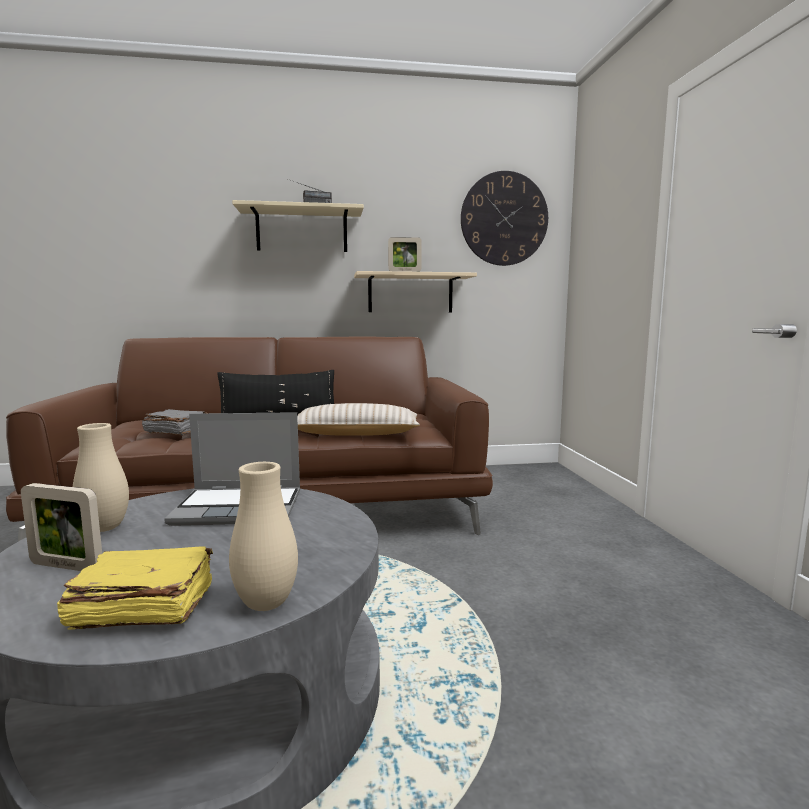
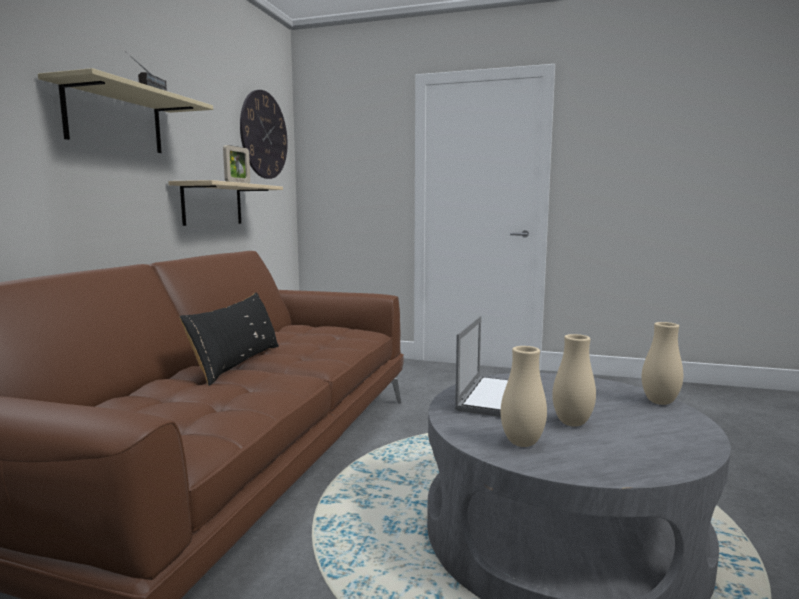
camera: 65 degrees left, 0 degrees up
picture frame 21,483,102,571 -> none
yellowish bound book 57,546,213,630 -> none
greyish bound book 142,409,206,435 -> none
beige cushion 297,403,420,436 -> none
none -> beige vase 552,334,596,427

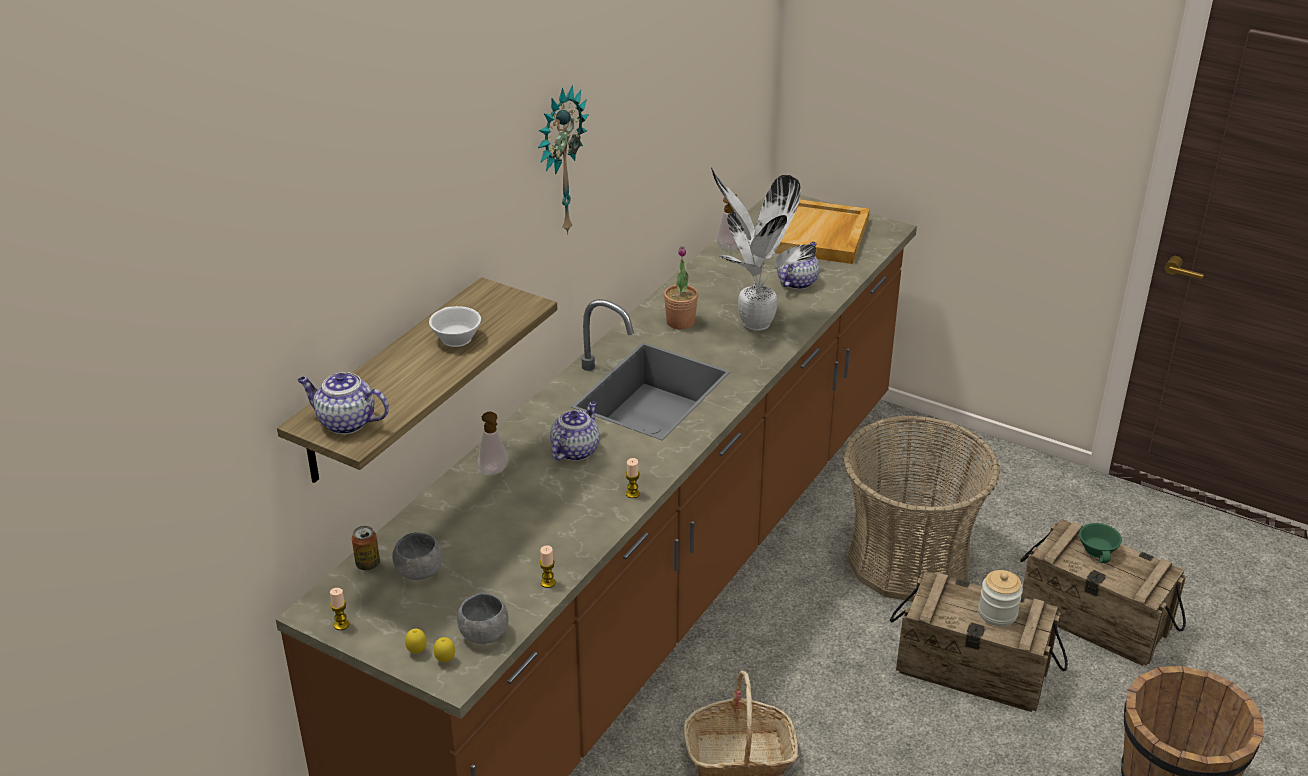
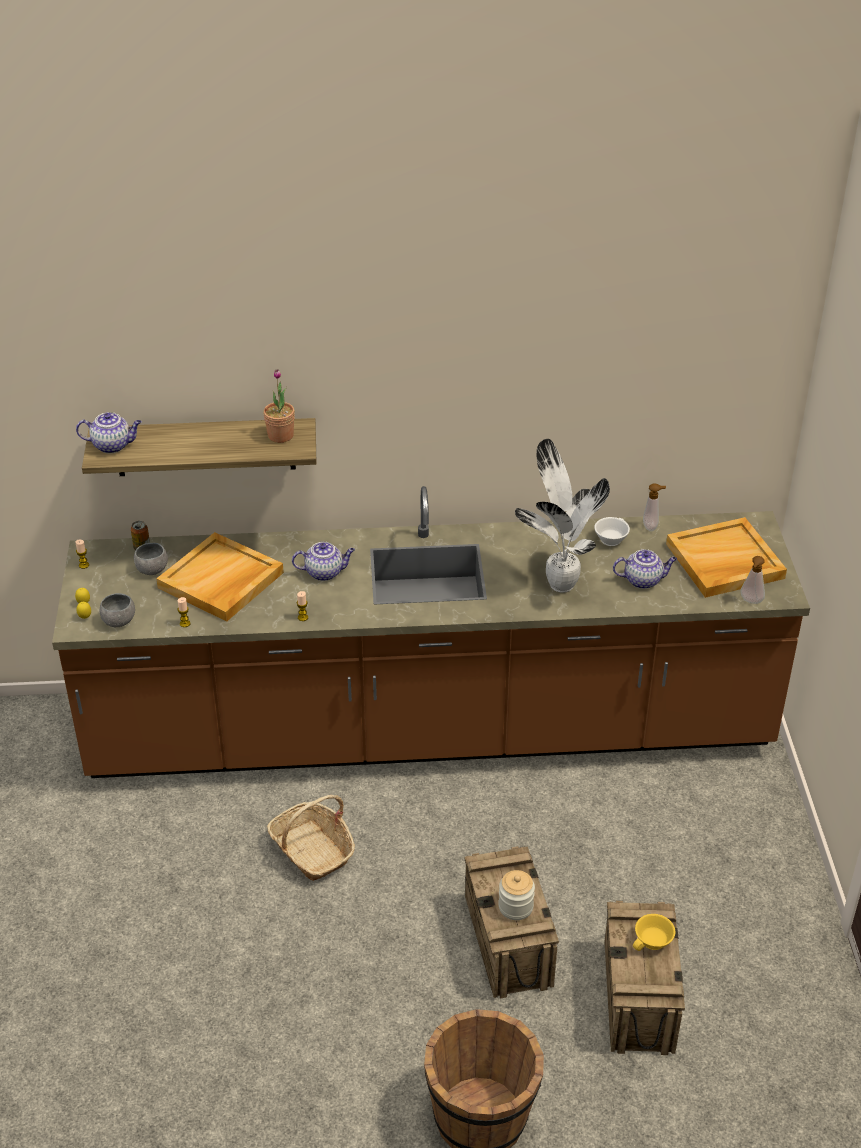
camera: 55 degrees right, 5 degrees up
tea pot 298,372,389,434 -> tea pot 76,412,142,453, 105 degrees clockwise
white-coloured small cup 429,306,481,347 -> white-coloured small cup 594,517,630,546, moved
soap dispenser 478,411,508,475 -> soap dispenser 740,556,765,604, moved
wall clock 538,85,589,235 -> none
plant in a pot 664,246,698,329 -> plant in a pot 263,369,295,443, moved
basket 843,415,1000,602 -> none
green small cup 1079,523,1122,563 -> yellowish small cup 633,914,675,951
none -> beige tray 156,532,284,622

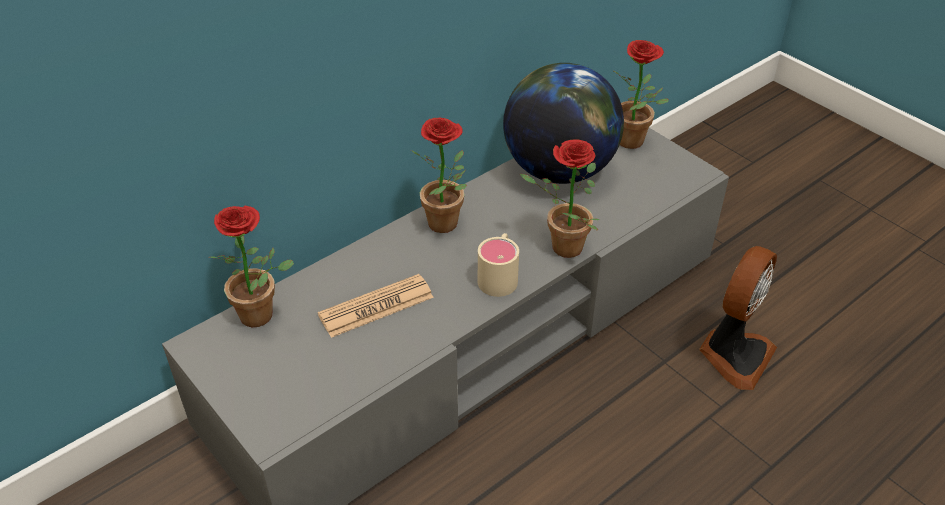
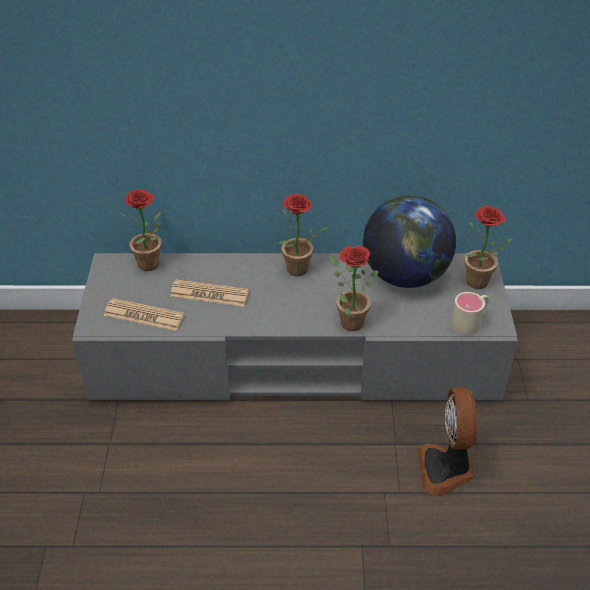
camera: 40 degrees right, 0 degrees up
beige mug 478,233,519,297 -> beige mug 451,292,489,335, moved
fan 699,246,777,390 -> fan 417,387,477,496, 105 degrees clockwise
none -> daily paper 104,298,184,331

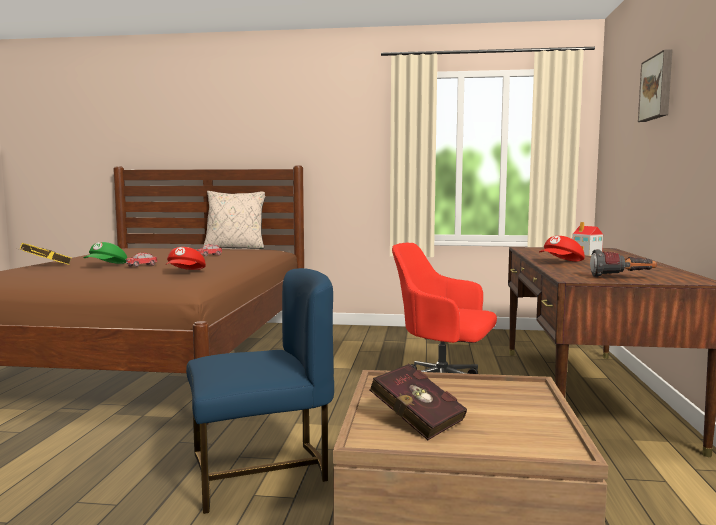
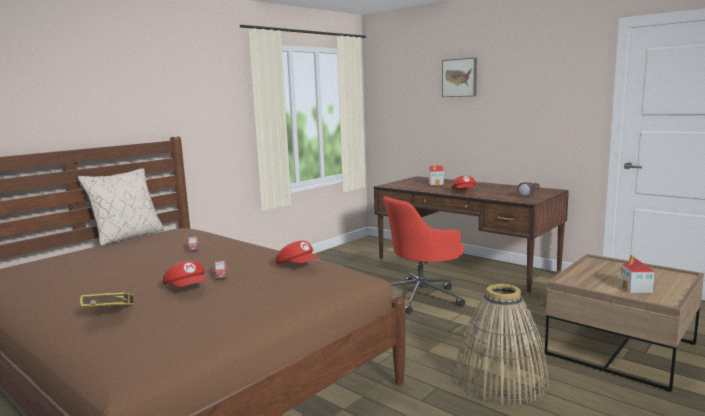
camera: 55 degrees left, 5 degrees up
green peaked cap 83,242,127,264 -> red-coloured peaked cap 163,261,207,287
blue plain chair 186,268,334,514 -> basket 455,284,549,405
red-coloured bound book 370,364,467,440 -> miniature house 620,255,655,293

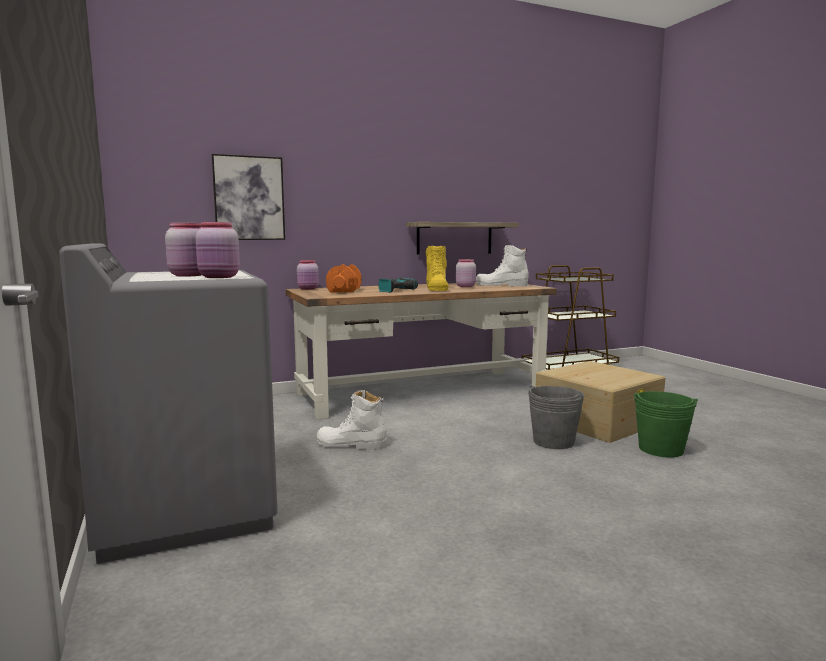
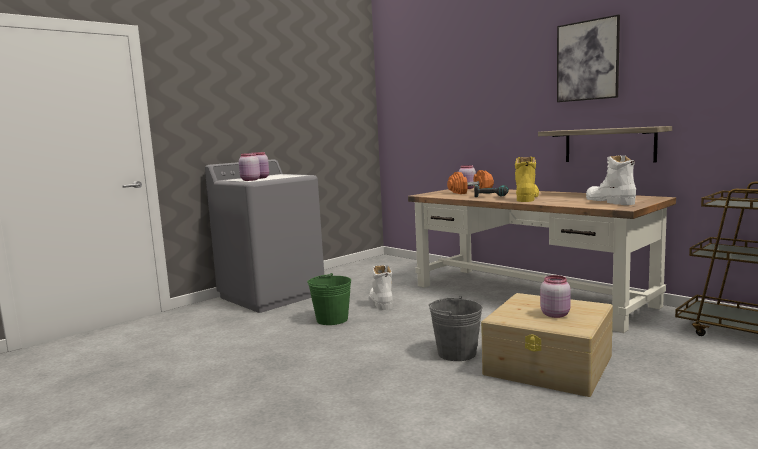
camera: 70 degrees right, 0 degrees up
wall picture 212,154,285,240 -> wall picture 557,14,620,102, moved
yellowish boot 425,246,449,291 -> yellowish boot 515,157,539,202, 135 degrees clockwise
pink-coloured jar 456,259,476,287 -> pink-coloured jar 540,275,571,318, moved
green bucket 634,391,698,458 -> green bucket 307,273,351,325, moved

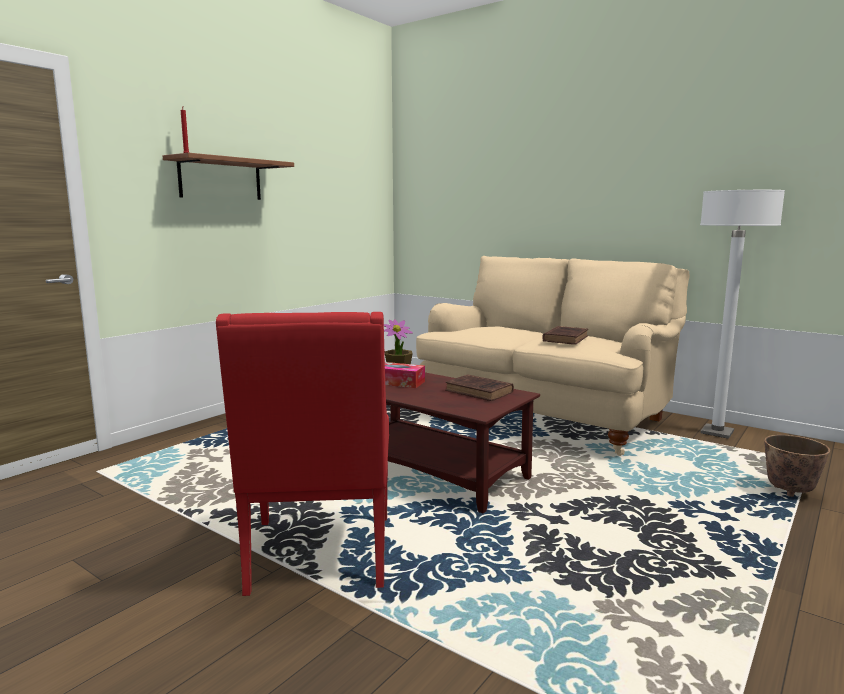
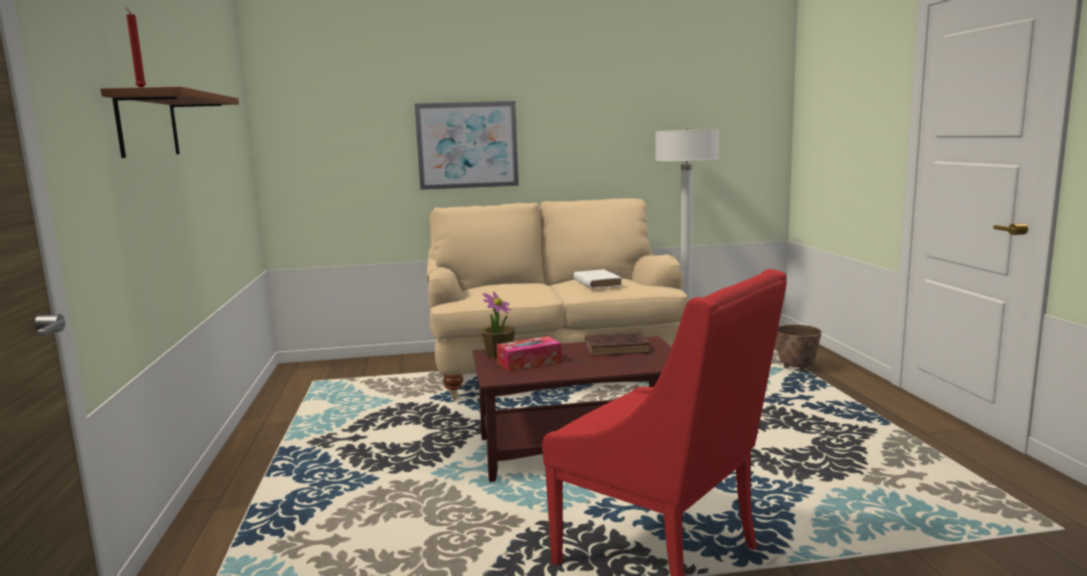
camera: 45 degrees left, 0 degrees up
brownish bound book 542,326,588,345 -> white-coloured bound book 574,269,622,289
none -> wall picture 415,101,519,190

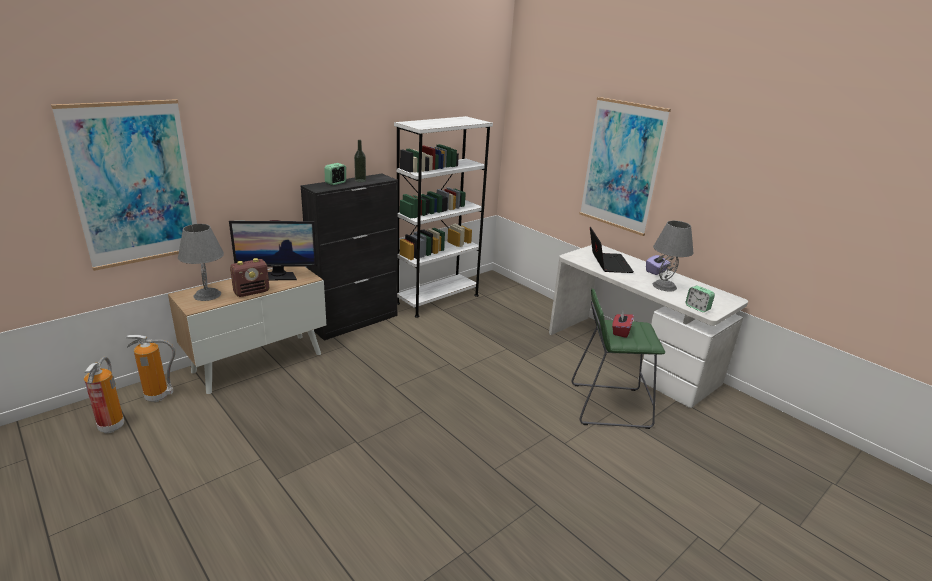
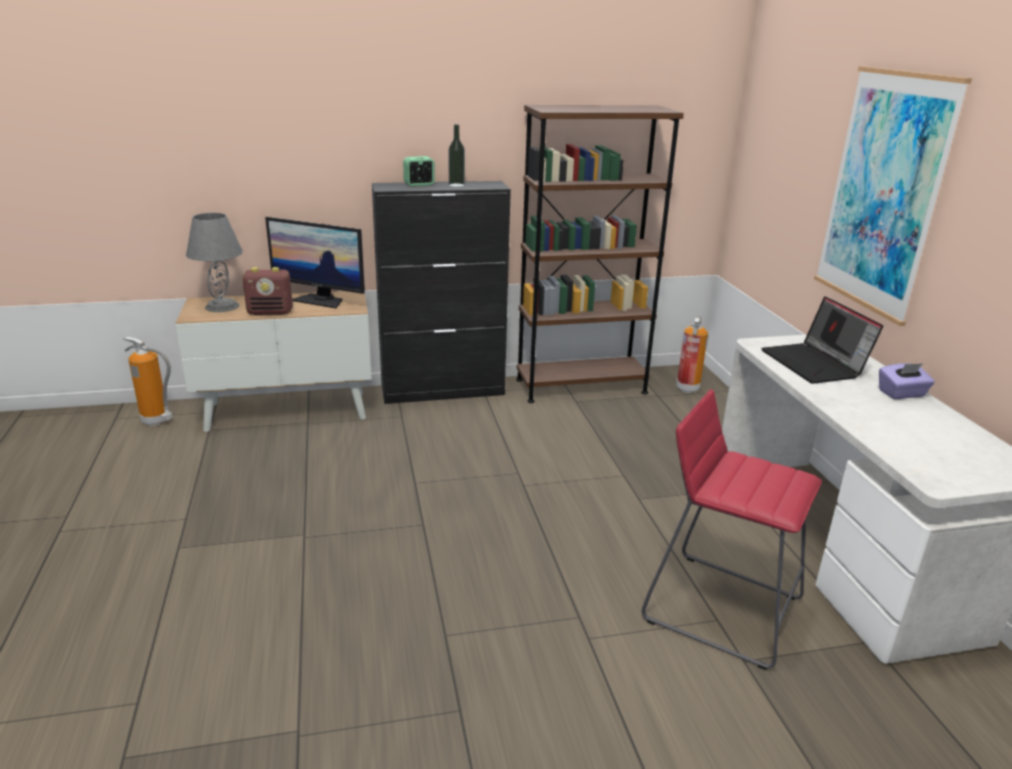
camera: 30 degrees right, 0 degrees up
wall picture 51,99,197,271 -> none
fire extinguisher 84,357,124,433 -> fire extinguisher 676,316,709,393, moved
white-coloured shelving unit 394,116,493,318 -> brownish shelving unit 516,105,684,403
green sitting stool 571,289,665,429 -> red-coloured sitting stool 642,389,822,670
laptop 590,227,634,273 -> laptop 761,296,883,384, 135 degrees clockwise
red-coloured tissue holder 612,311,634,338 -> none
greyish lamp for a table 653,221,694,291 -> none
bedside clock 685,286,715,312 -> none

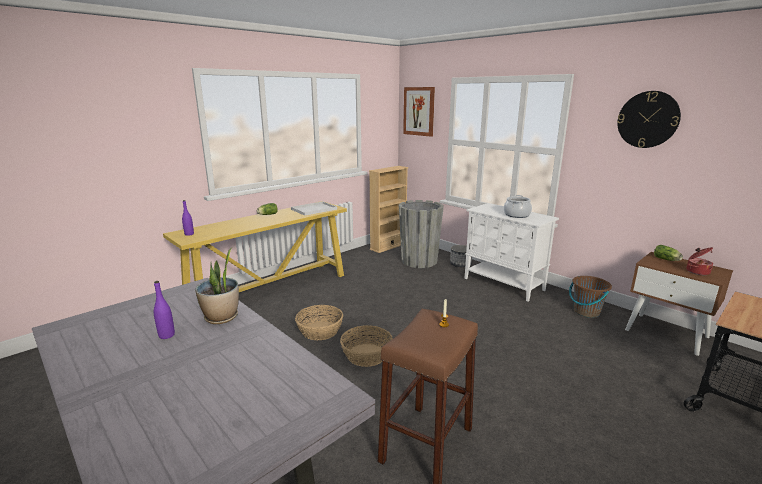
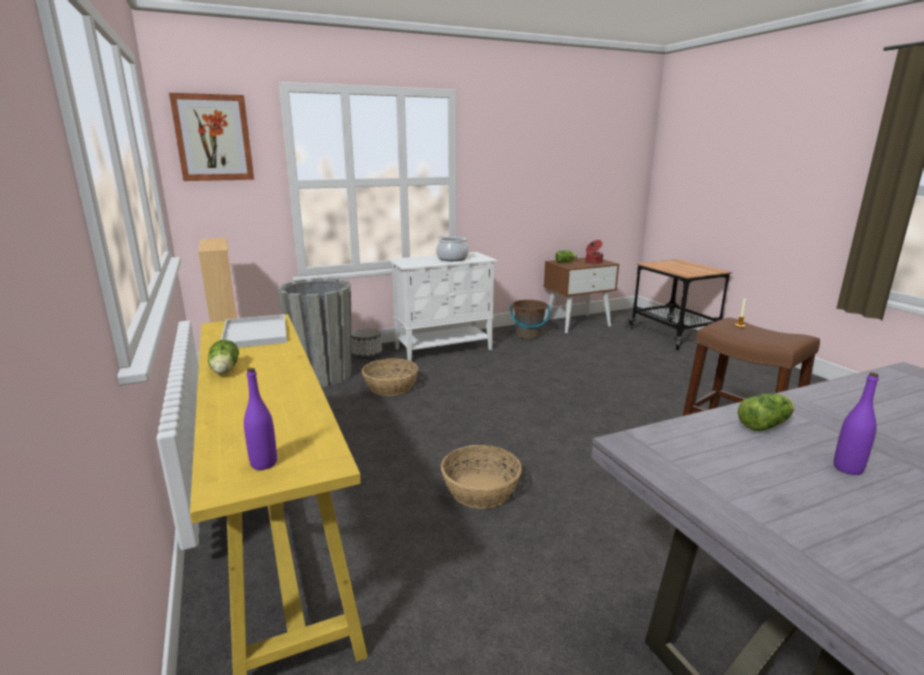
camera: 70 degrees left, 0 degrees up
plant in a pot 195,248,239,324 -> lettuce 738,393,795,431
basket 340,325,393,367 -> basket 362,358,418,396, moved
wall clock 617,91,681,148 -> none

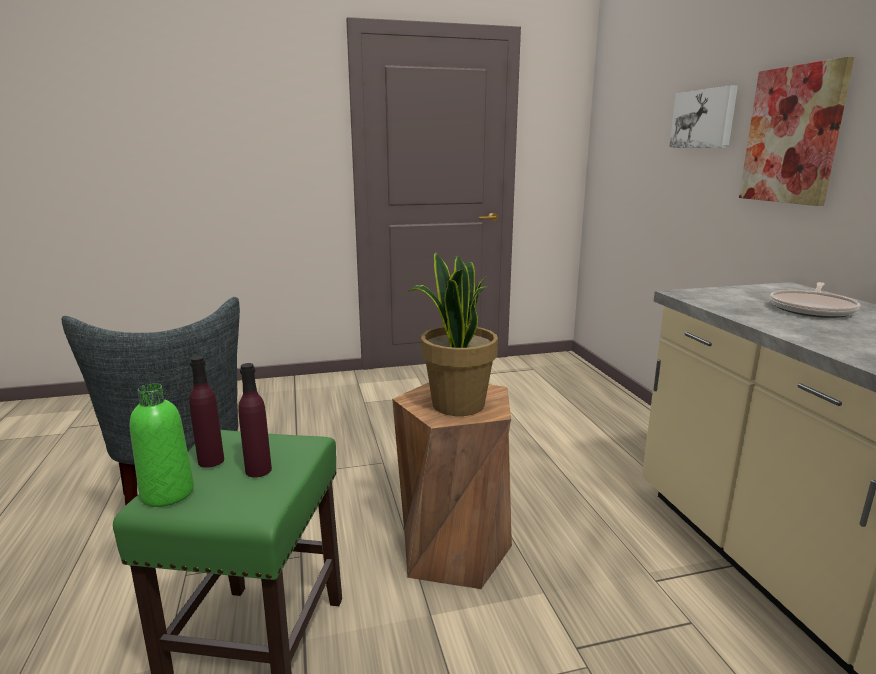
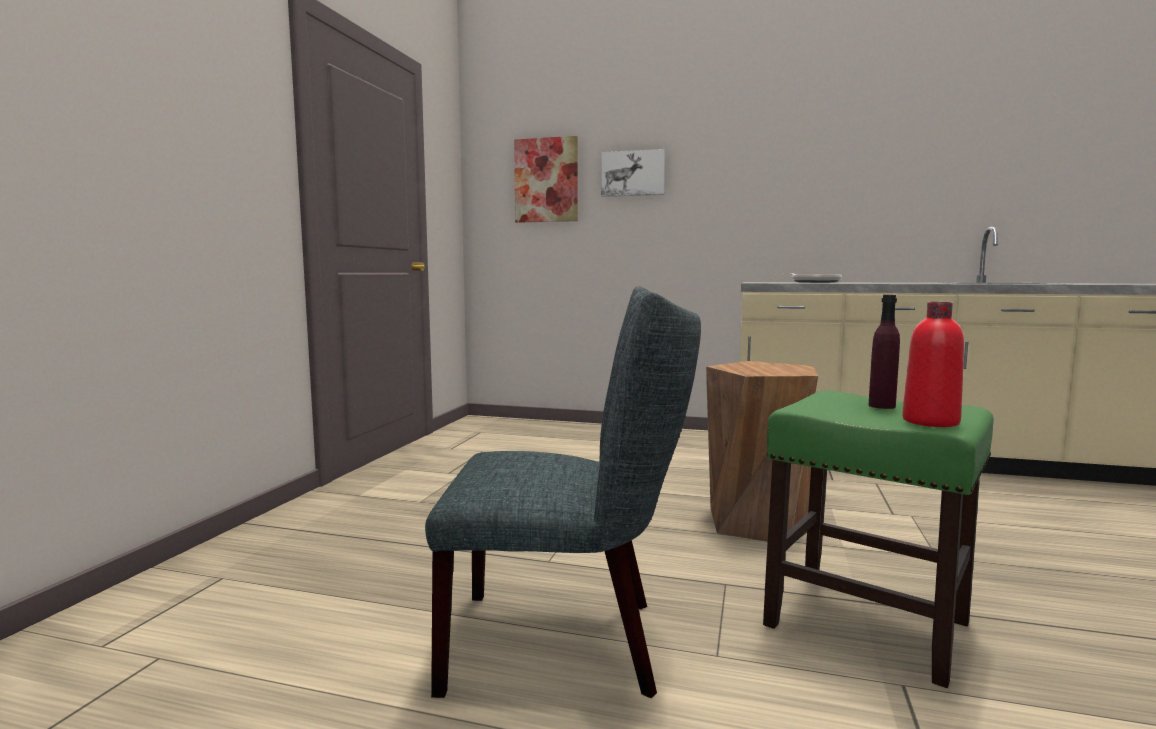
camera: 60 degrees left, 10 degrees down
green drink bottle 130,384,194,507 -> red-coloured drink bottle 902,302,964,427
purplish drink bottle 189,356,224,468 -> none
plant in a pot 408,252,498,416 -> none
wall picture 739,57,854,206 -> wall picture 514,136,578,223, moved

